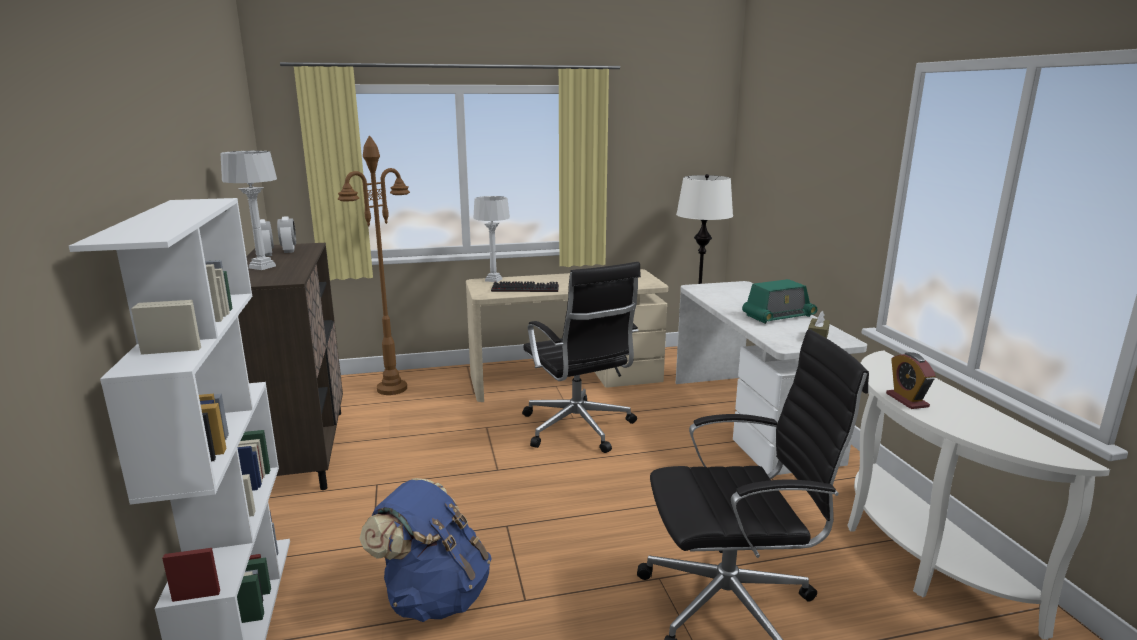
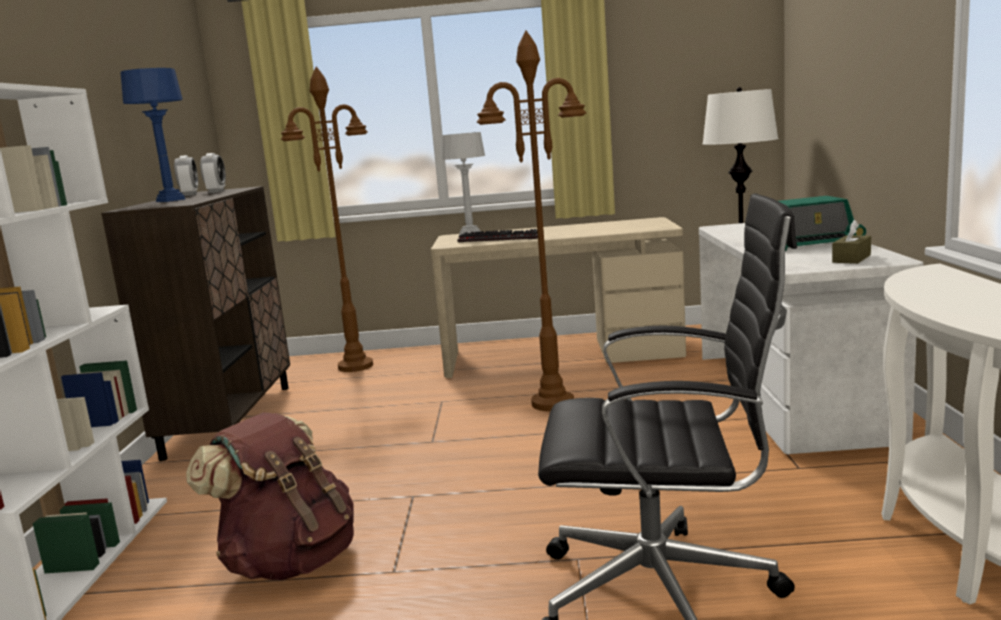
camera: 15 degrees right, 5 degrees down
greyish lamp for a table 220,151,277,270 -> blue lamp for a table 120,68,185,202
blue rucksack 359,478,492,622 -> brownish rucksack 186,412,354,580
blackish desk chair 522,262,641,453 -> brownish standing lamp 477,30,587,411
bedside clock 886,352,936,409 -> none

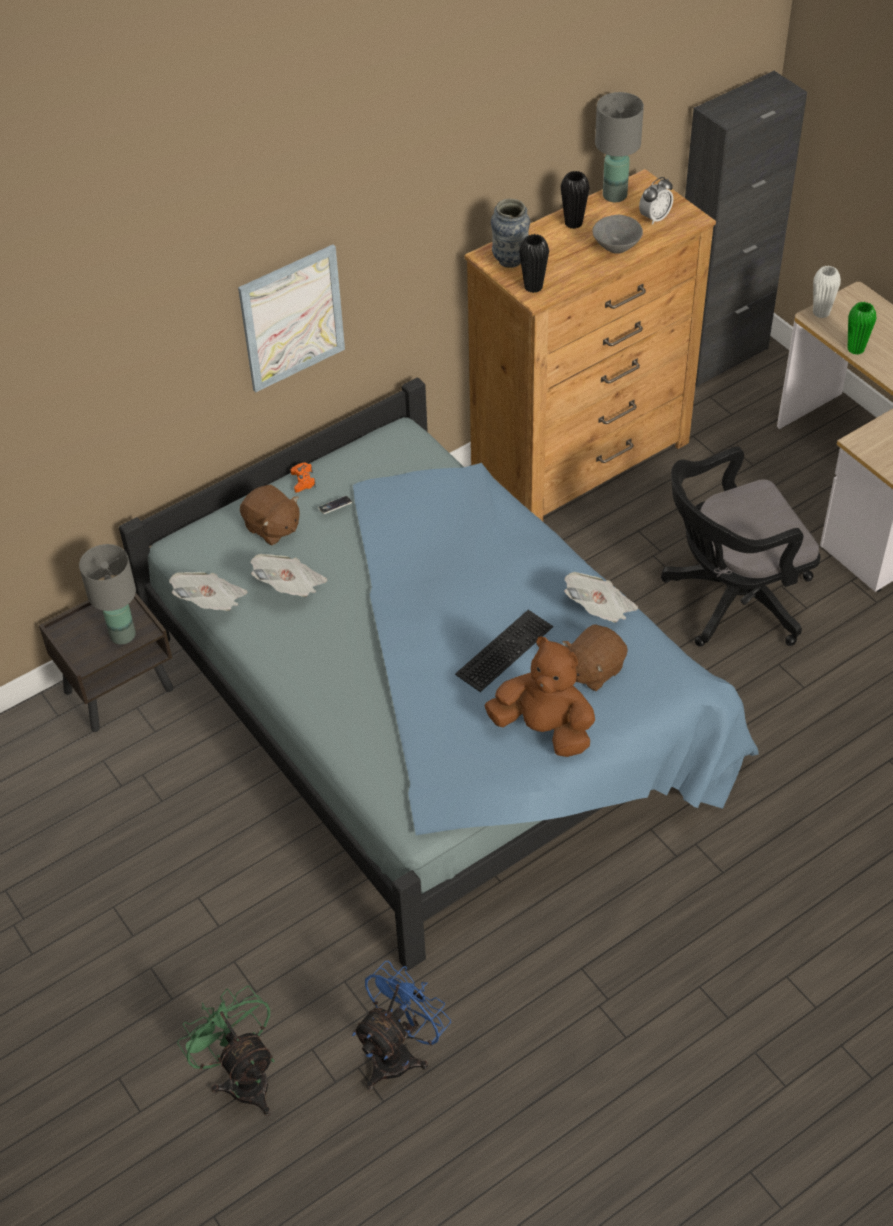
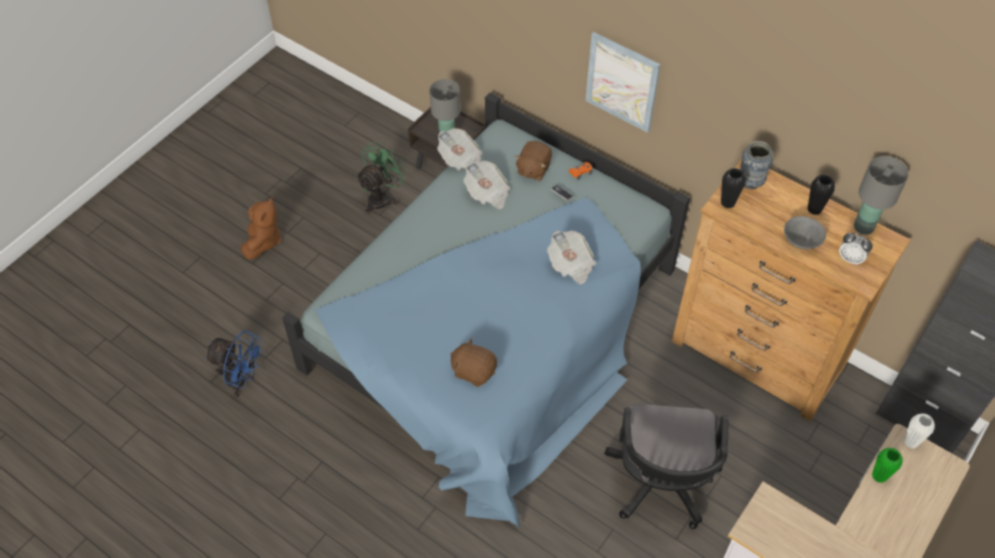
camera: 70 degrees right, 5 degrees up
green fan 177,986,274,1116 -> green fan 356,142,408,215, moved
keyboard 455,610,553,692 -> none
brownish soft toy 484,637,595,757 -> brownish soft toy 240,197,282,260, moved
daily paper 564,572,638,623 -> daily paper 547,231,596,284, moved
blackish desk chair 661,446,821,647 -> blackish desk chair 604,404,729,529, 135 degrees counterclockwise

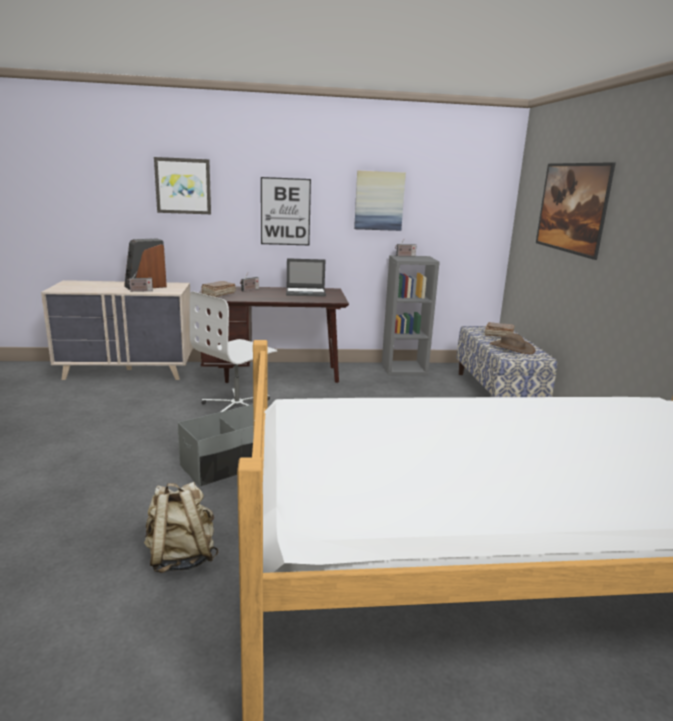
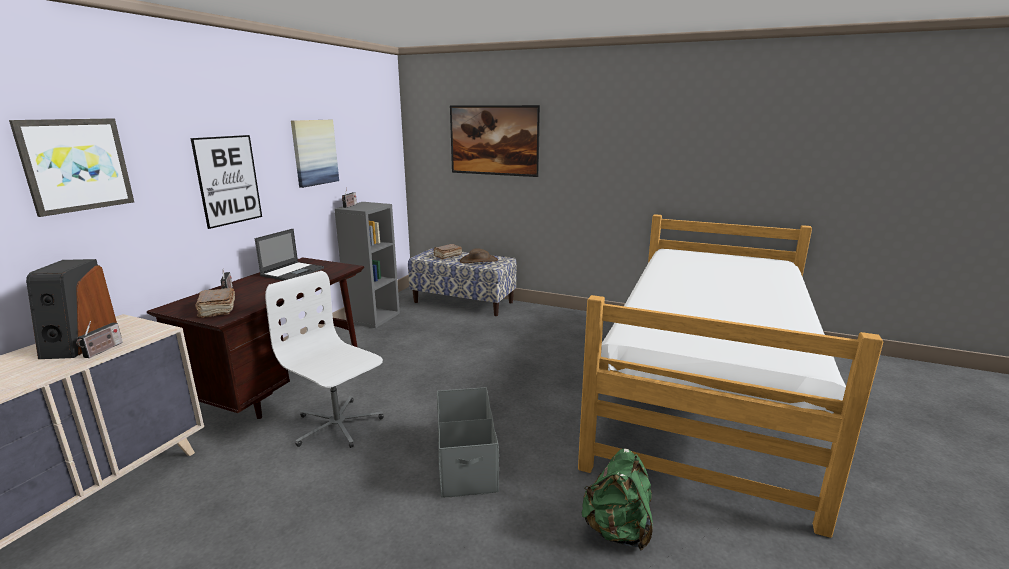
camera: 60 degrees left, 0 degrees up
beige rucksack 144,482,218,573 -> green rucksack 582,448,653,550
white-coloured desk chair 190,291,278,412 -> white-coloured desk chair 265,271,384,448, 150 degrees clockwise

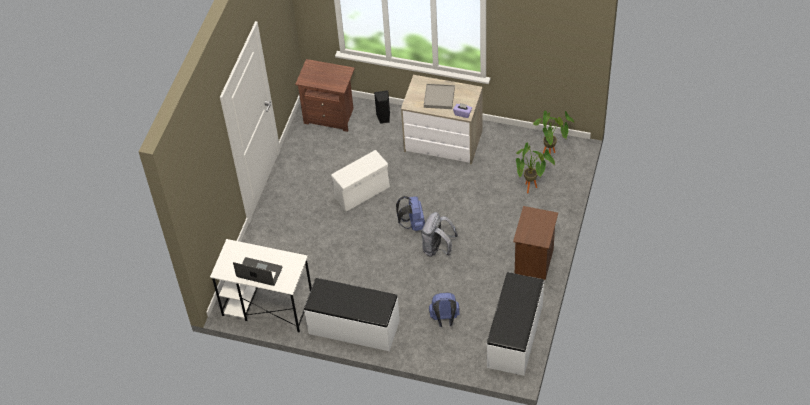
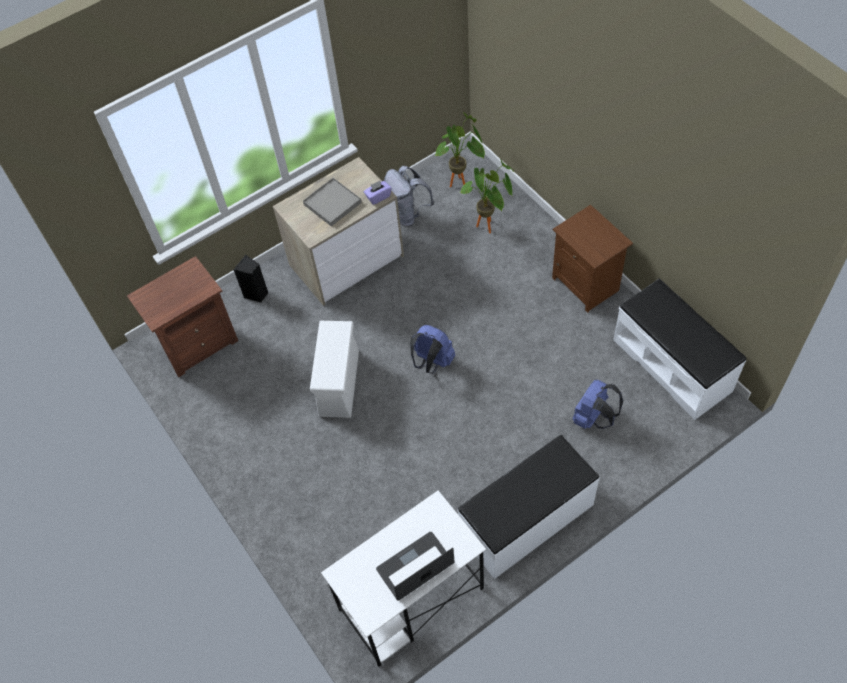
camera: 50 degrees left, 5 degrees up
greyish rucksack 421,212,458,257 -> greyish rucksack 384,166,434,226, moved

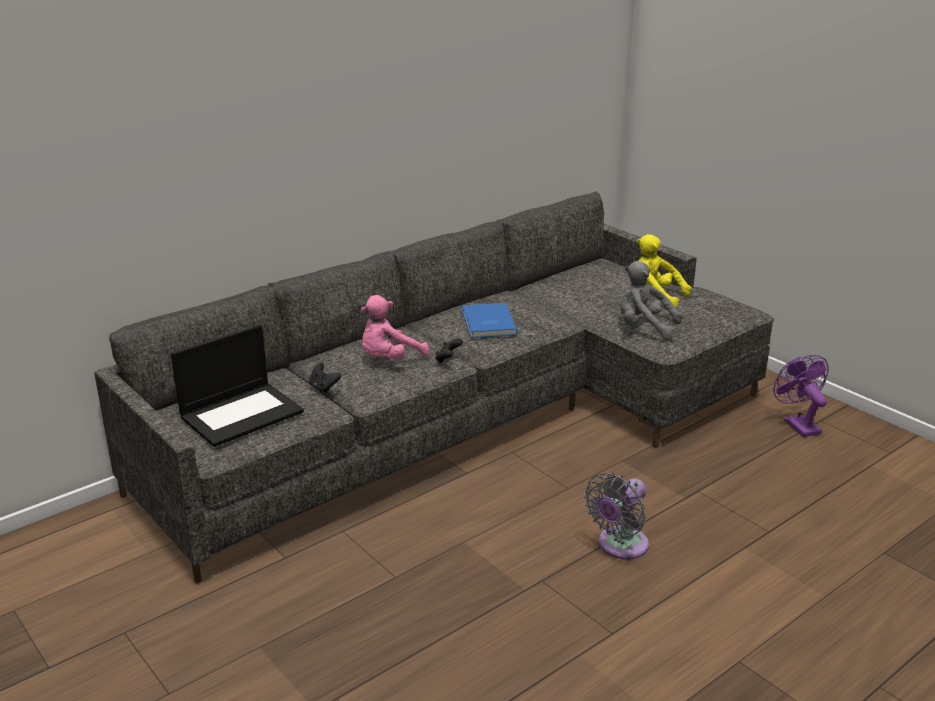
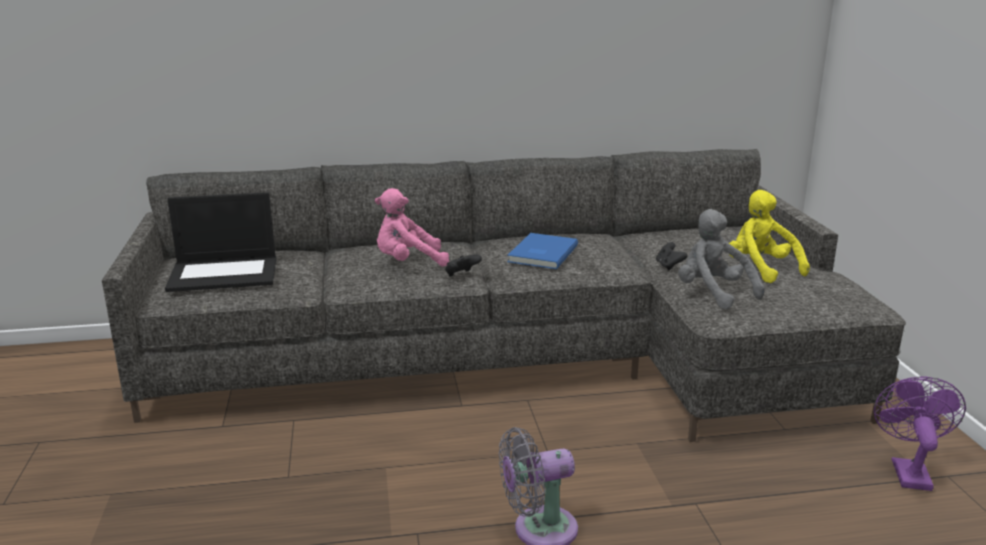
camera: 30 degrees right, 5 degrees down
blackish game controller 309,363,341,393 -> blackish game controller 656,242,687,271, moved

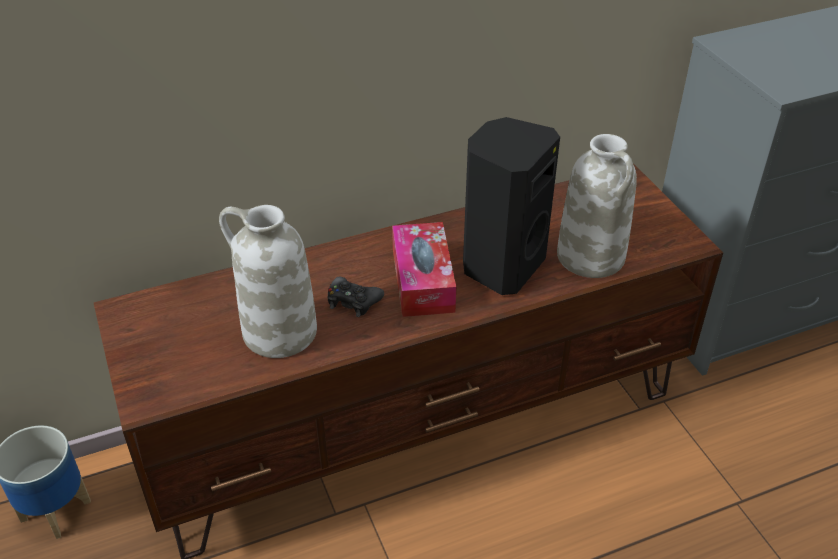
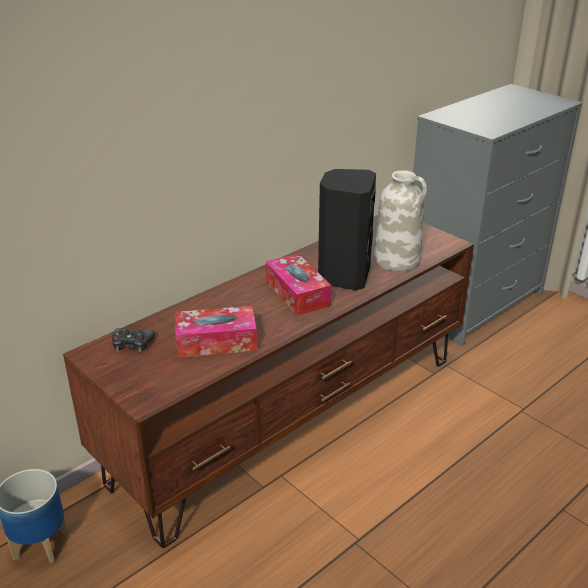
camera: 20 degrees left, 10 degrees down
white-coloured vase 219,205,317,358 -> tissue holder 175,306,257,358
blackish game controller 328,277,384,317 -> blackish game controller 112,328,155,352, moved

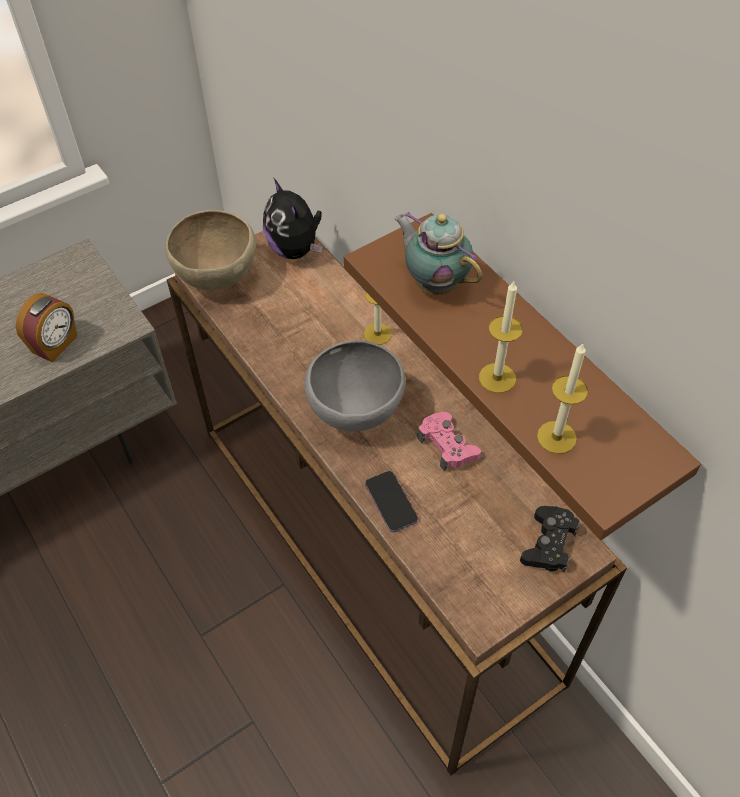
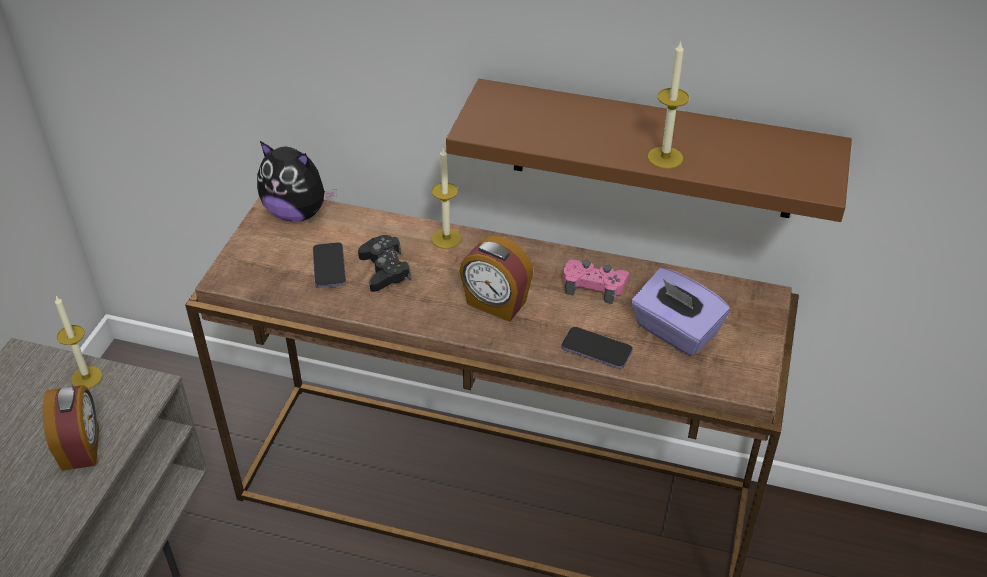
camera: 40 degrees left, 10 degrees down
brownish bowl 165,210,256,291 -> none
greyish bowl 304,340,406,431 -> bedside clock 460,235,533,322
tea pot 395,212,482,295 -> none
blackish game controller 520,506,580,573 -> blackish game controller 358,235,411,292, moved
wax light 537,343,588,454 -> wax light 55,296,103,389, moved
none -> phone 313,242,346,288
none -> purplish tissue holder 631,268,730,356

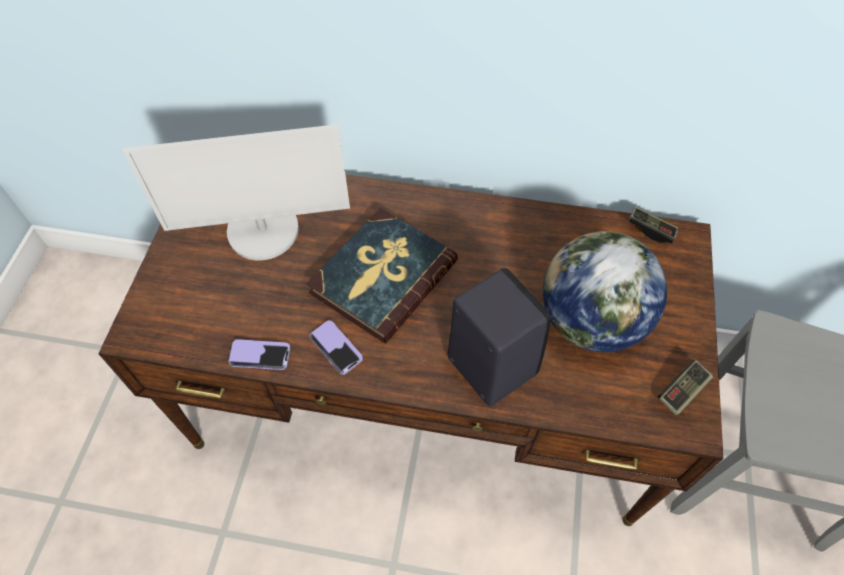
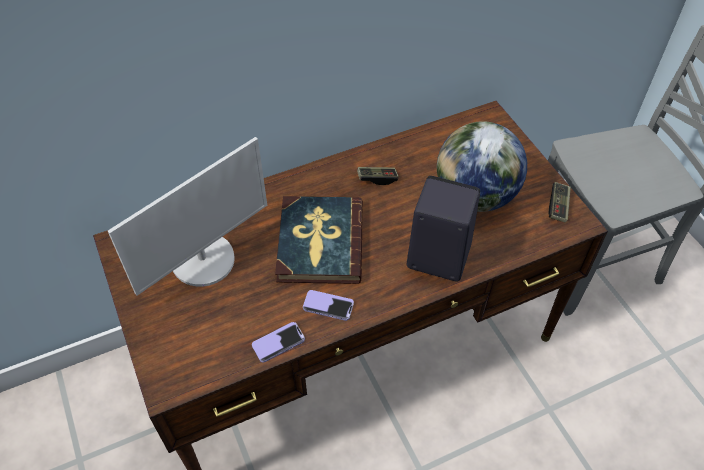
camera: 35 degrees left, 5 degrees down
game controller 629,206,678,243 -> game controller 357,167,398,185, moved

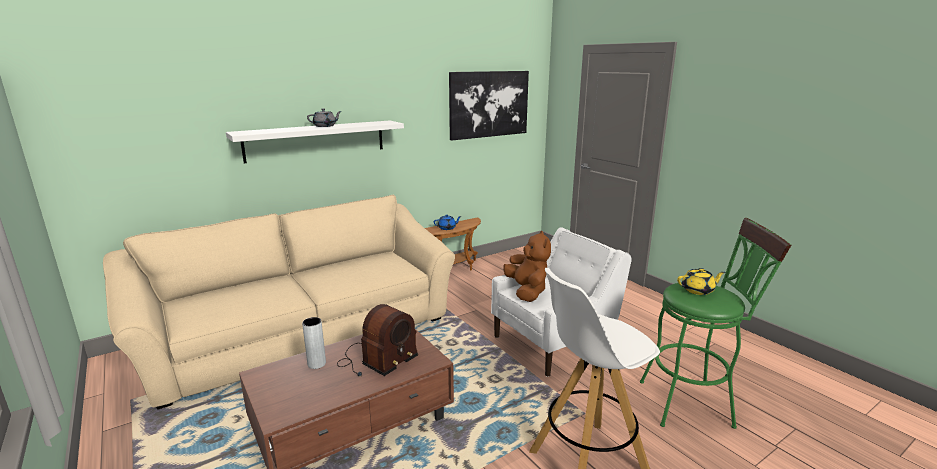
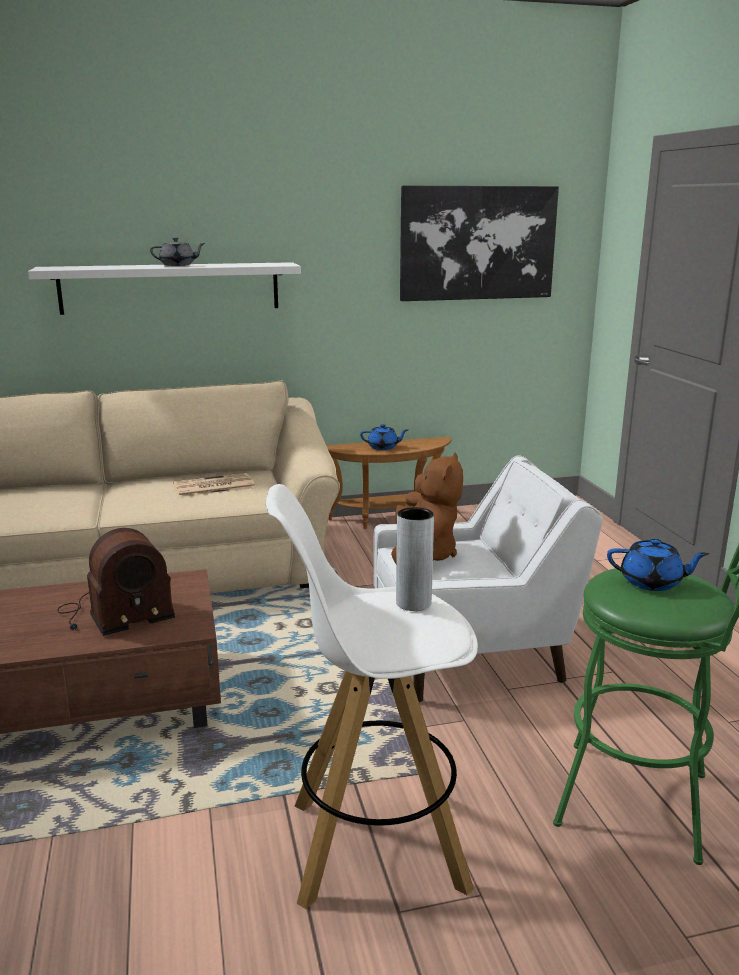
camera: 20 degrees right, 0 degrees up
greyish vase 302,317,326,369 -> greyish vase 396,507,434,611, moved
yellowish tea pot 677,268,725,295 -> blue tea pot 607,538,709,591
none -> daily paper 173,473,255,498

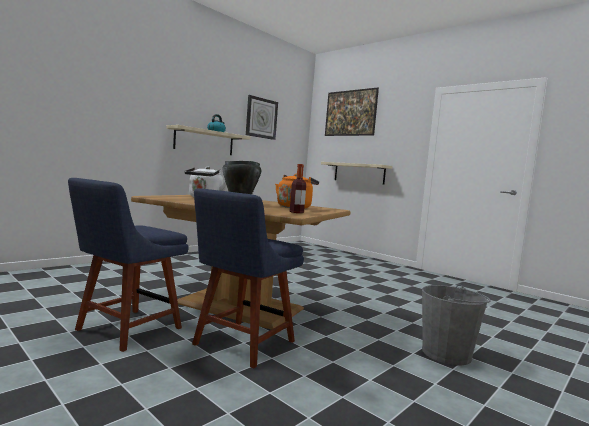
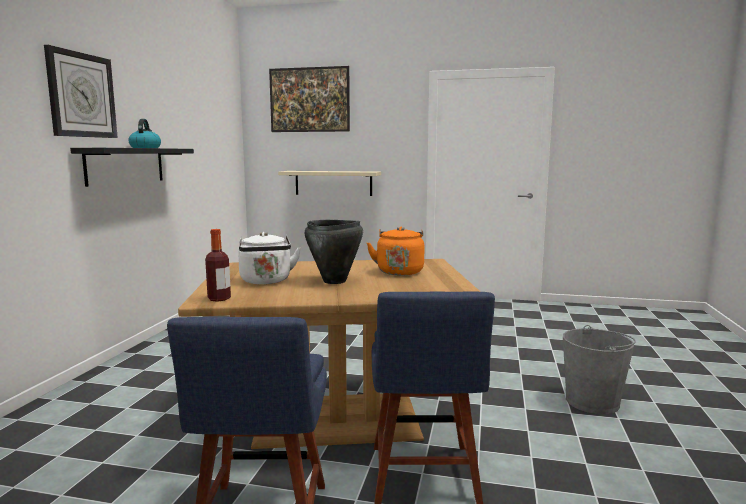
camera: 30 degrees left, 5 degrees up
beige shelf 167,125,250,155 -> blackish shelf 70,148,194,187
wall clock 246,95,278,140 -> wall clock 44,45,118,138, moved
drink bottle 290,164,306,213 -> drink bottle 205,229,231,302, moved

